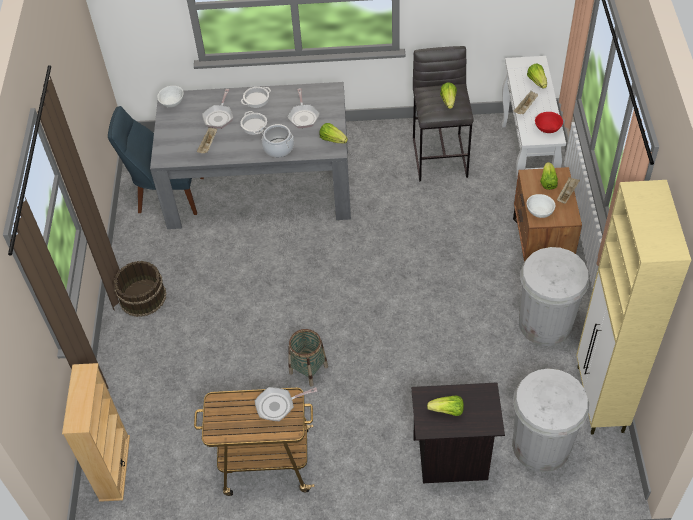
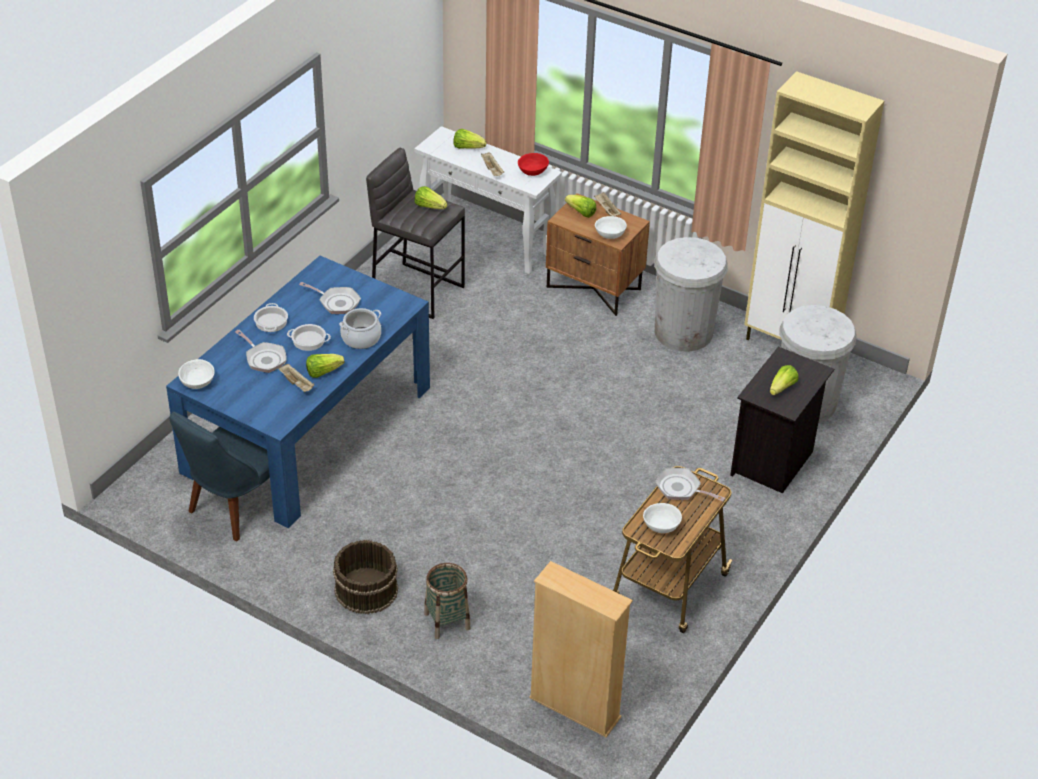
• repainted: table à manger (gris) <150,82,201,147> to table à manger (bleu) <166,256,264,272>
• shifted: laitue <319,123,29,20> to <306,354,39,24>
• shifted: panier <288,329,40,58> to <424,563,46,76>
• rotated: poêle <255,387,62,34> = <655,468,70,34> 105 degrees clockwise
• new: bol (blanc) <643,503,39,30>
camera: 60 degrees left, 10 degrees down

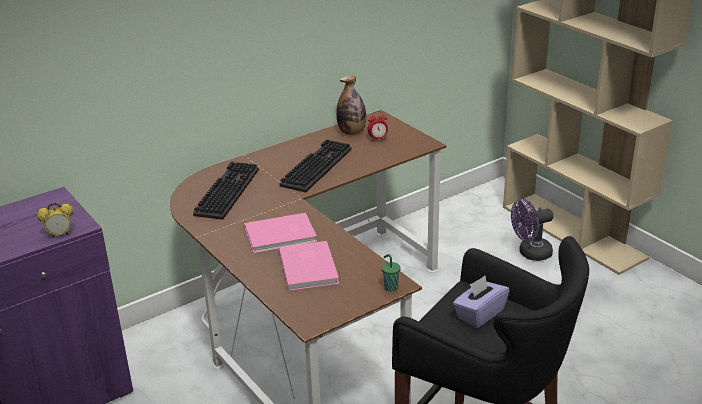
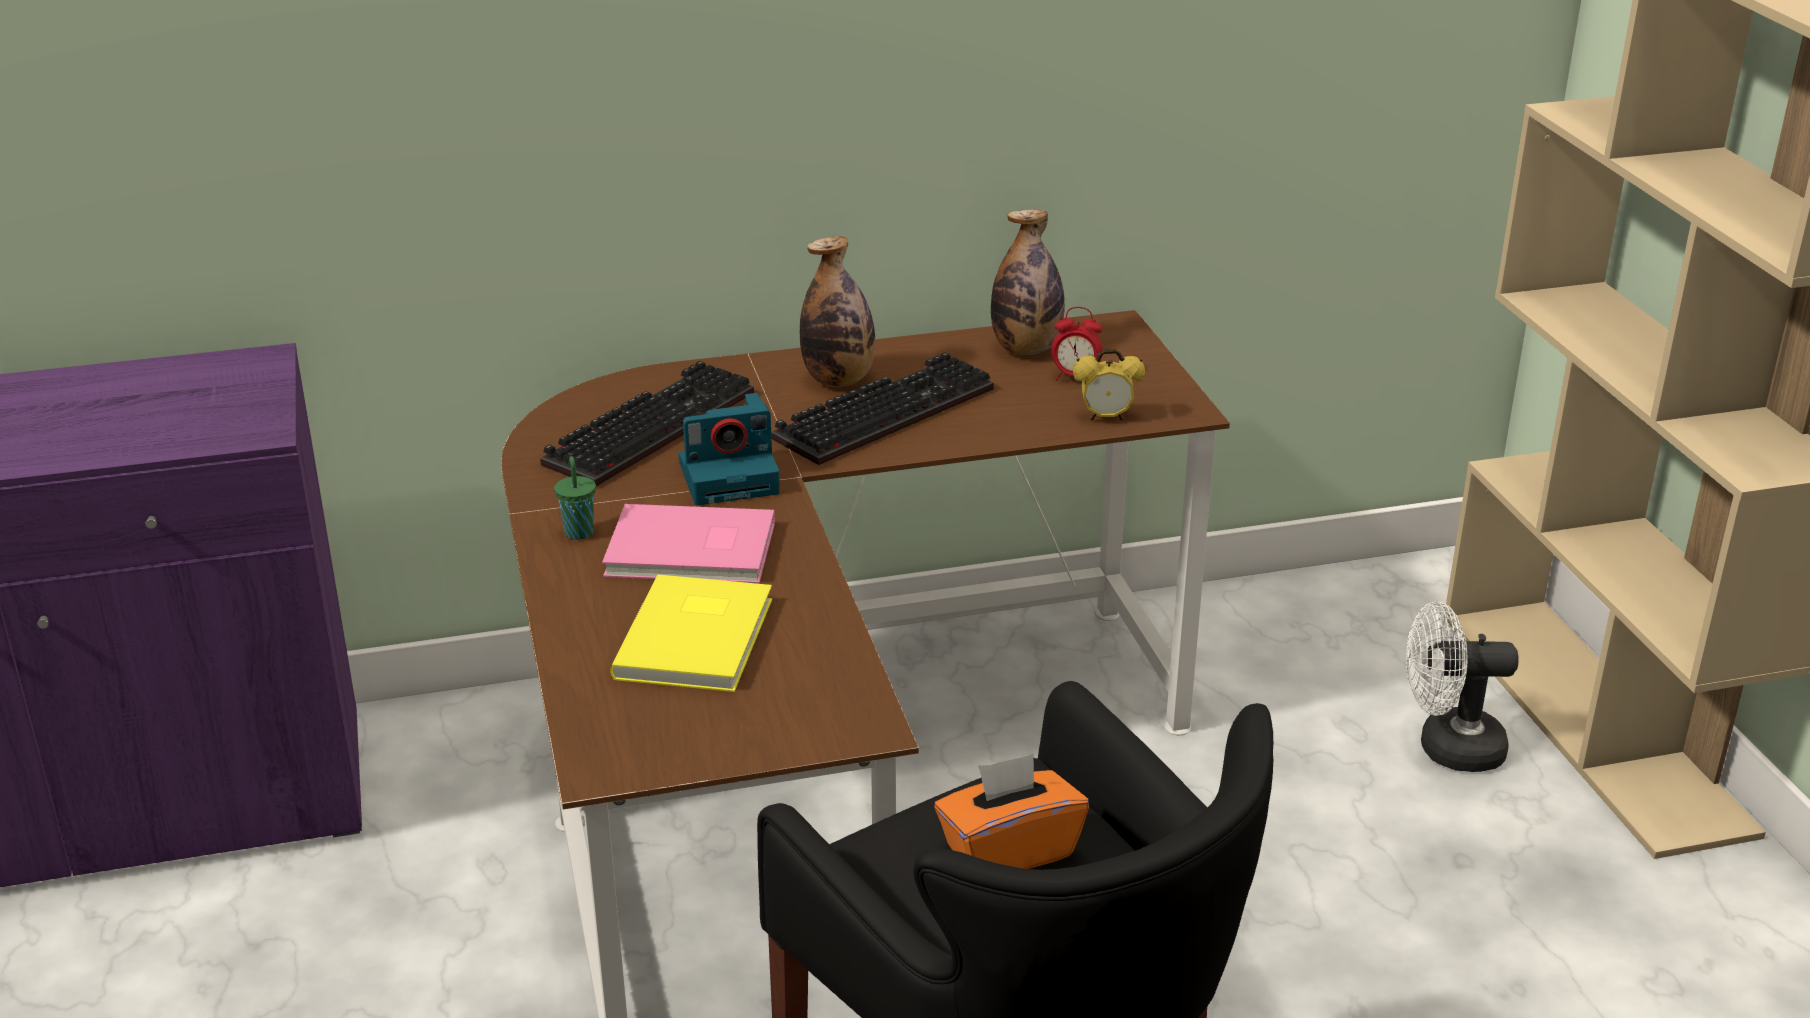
• repainted: ventilateur (violet) <511,199,43,62> to ventilateur (blanc) <1406,601,113,171>
• shifted: réveil <37,202,37,36> to <1073,349,72,72>
• repainted: livre (rose) <279,241,60,50> to livre (jaune) <610,575,162,117>
• shifted: tasse (vert) <382,254,19,37> to <554,456,42,84>
• repainted: boîte à mouchoirs (violet) <453,275,57,53> to boîte à mouchoirs (orange) <934,753,155,116>
• new: bouteille <800,236,75,150>
• new: appareil photo <678,393,102,112>
camera: 20 degrees right, 0 degrees up

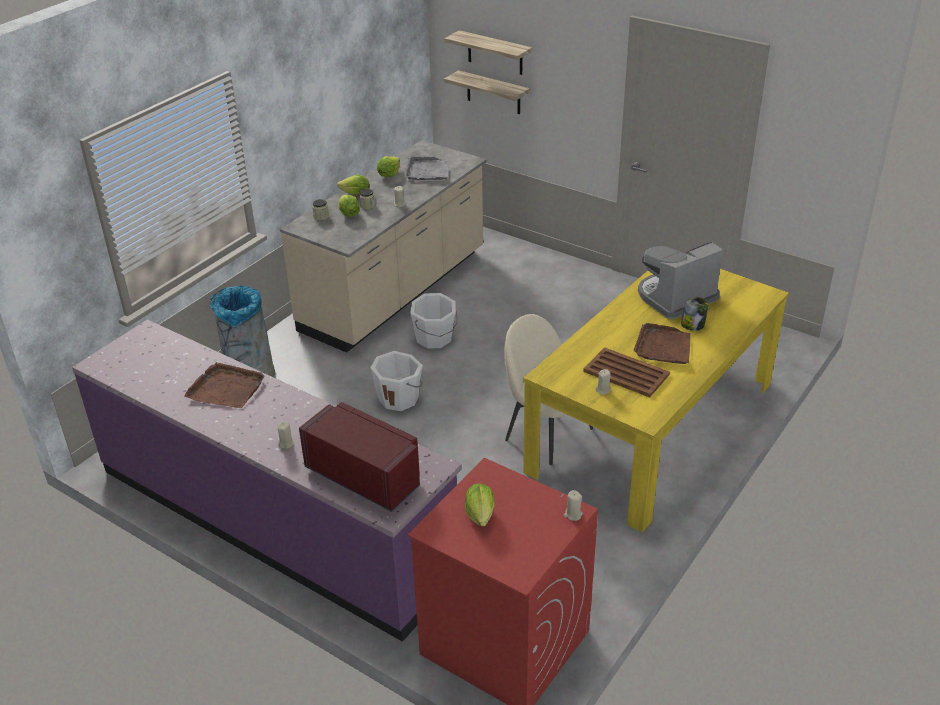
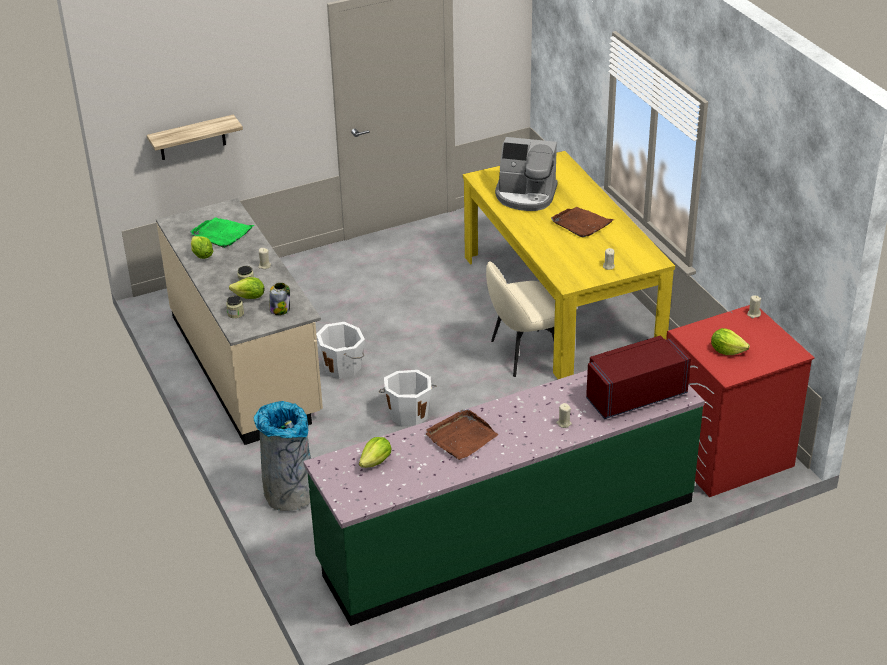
• gone: étagère <444,30,88,45>
• repainted: plateau (gris) <404,156,44,24> to plateau (vert) <190,217,64,31>
• shifted: laitue <337,175,33,20> to <359,437,33,31>
• rotated: machine à café <638,241,85,78> = <495,137,63,74> 75 degrees counterclockwise
• shifted: bocal <681,297,28,34> to <270,283,20,32>
• repainted: comptoir de cuisine (violet) <72,320,390,322> to comptoir de cuisine (vert) <303,370,402,256>
• gone: plateau (marron) <583,347,87,50>
camera: 60 degrees left, 0 degrees up

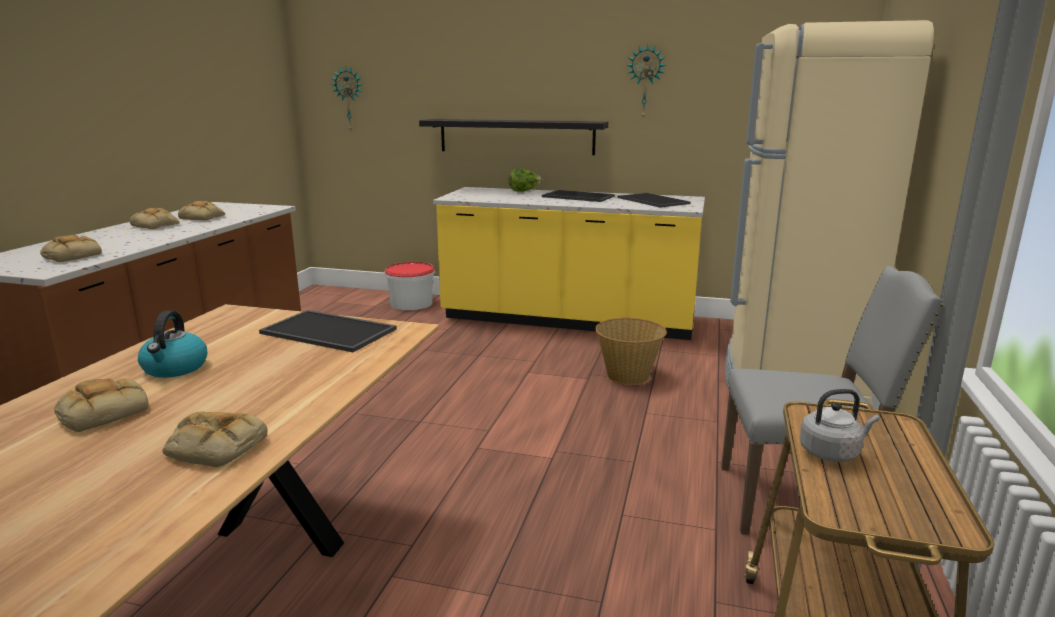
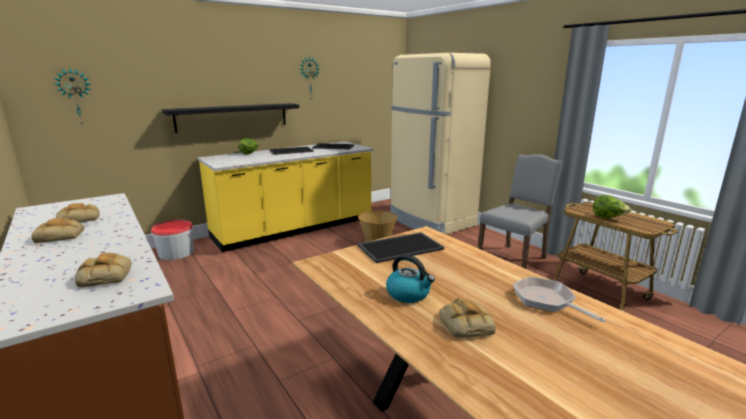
• swapped: bouilloire (gris) <800,389,79,73> to laitue <593,195,38,23>
• swapped: pain <162,411,106,56> to poêle <513,277,93,45>
camera: 50 degrees left, 0 degrees up

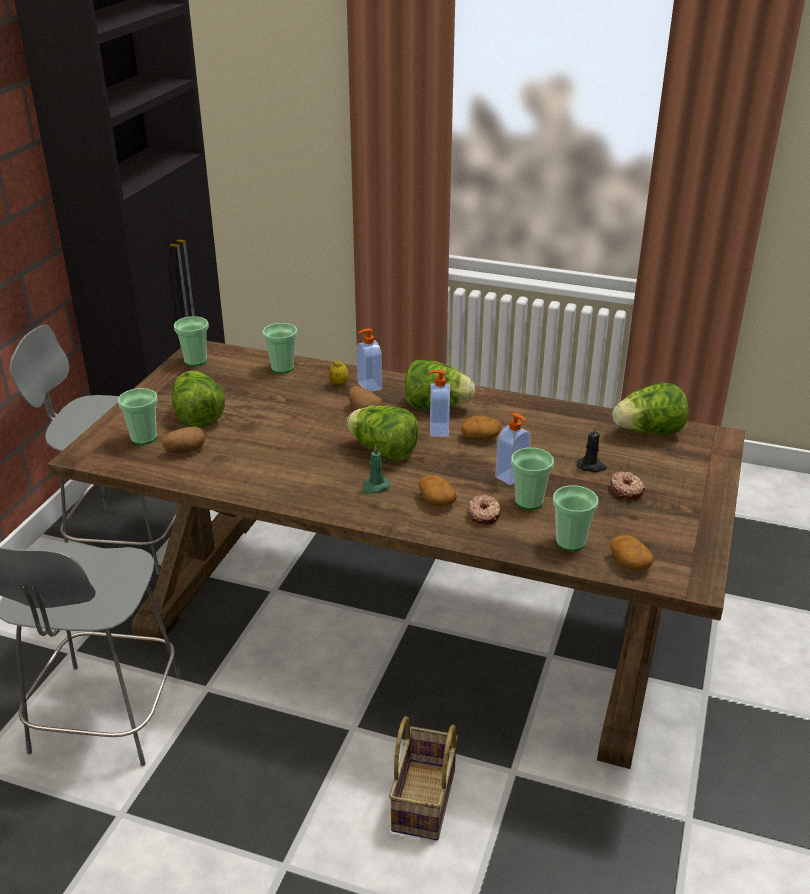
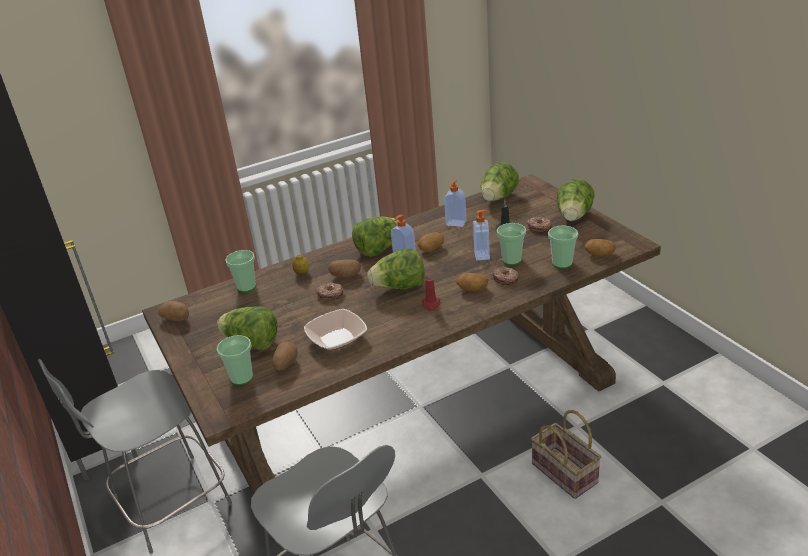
• swapped: tasse <174,316,35,50> to pomme de terre <158,301,31,20>
• shifted: distributeur de savon <357,328,25,64> to <444,180,23,47>
• repainted: bougie (vert) <363,445,28,49> to bougie (rouge) <422,273,18,38>
• new: laitue <557,179,37,42>
• new: beignet <316,282,27,18>
• new: bol <304,309,63,41>
camera: 45 degrees left, 0 degrees up

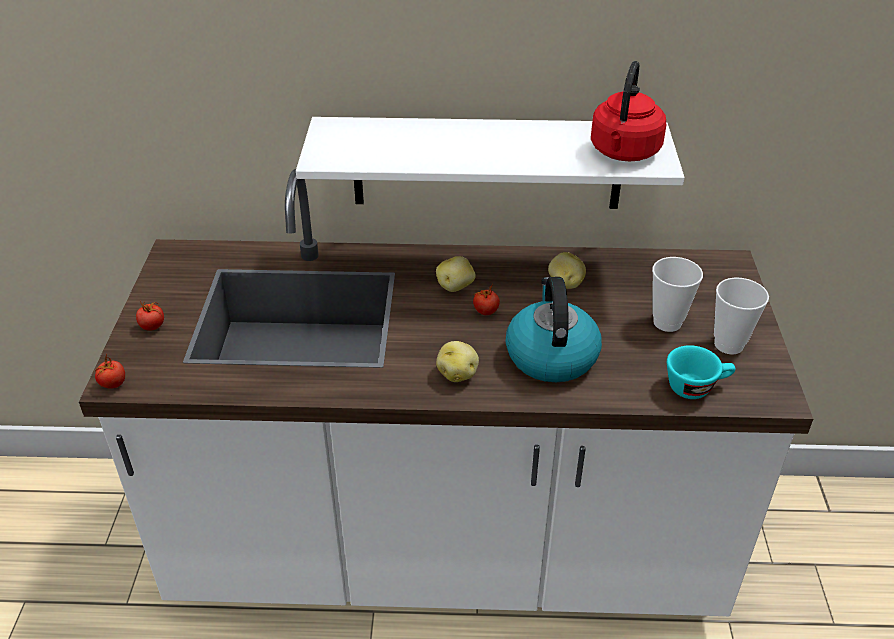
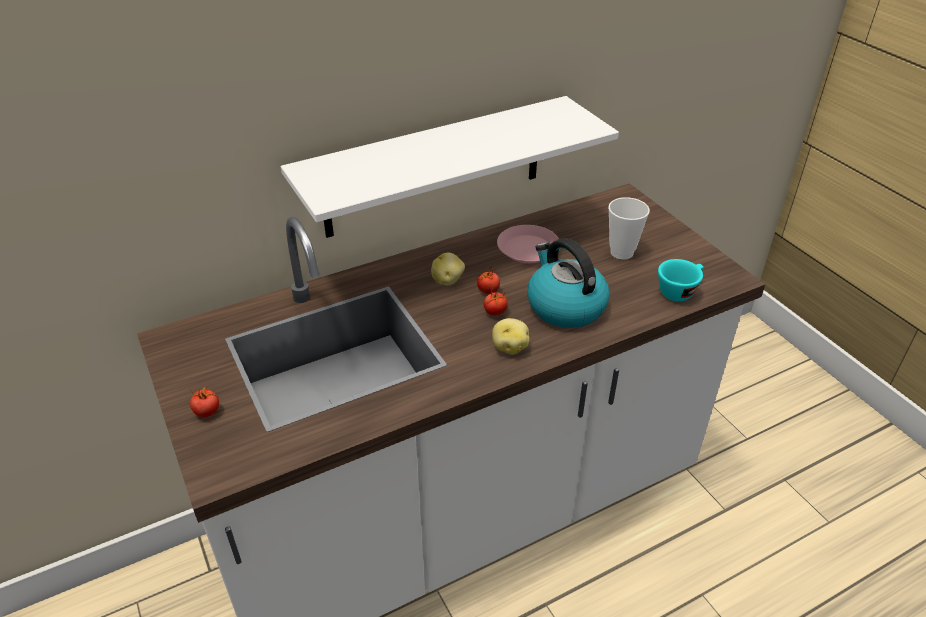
• gone: bouilloire (rouge) <591,61,75,100>
• swapped: pomme de terre <548,252,38,37> to assiette (rose) <497,225,62,38>
• gone: tasse <714,277,55,77>
• shifted: tomate <95,353,30,36> to <484,289,24,27>
camera: 30 degrees left, 0 degrees up

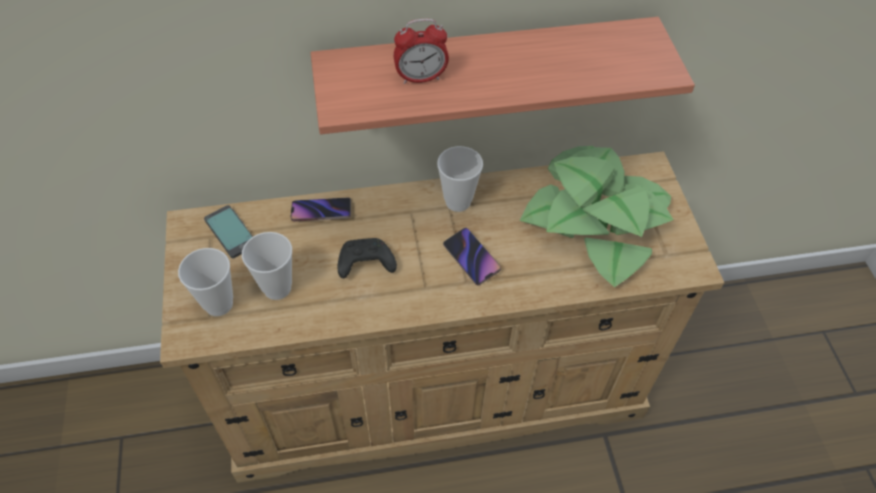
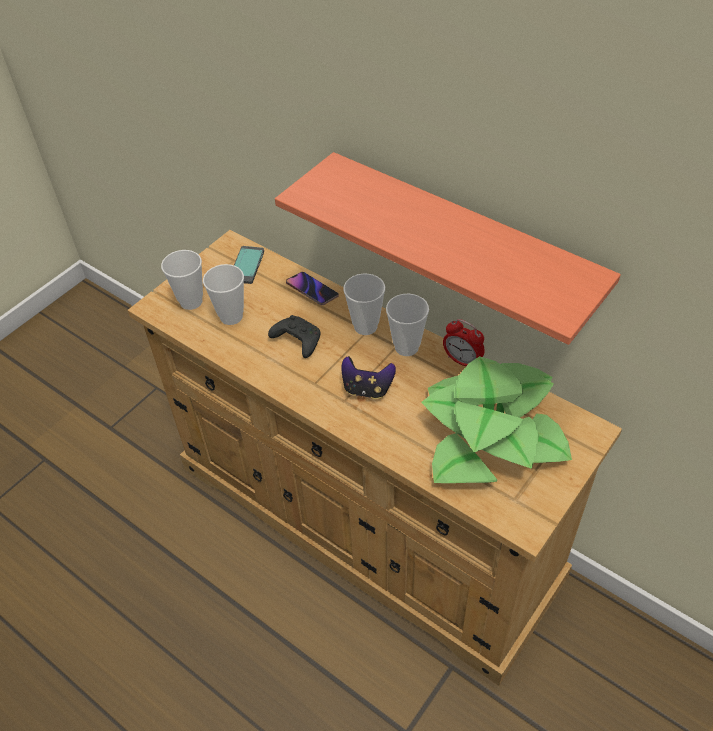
• shifted: réveil <394,19,55,65> to <443,319,42,47>
• swapped: téléphone <443,228,58,57> to manette <342,356,54,43>
• new: tasse <343,274,42,61>
camera: 50 degrees right, 5 degrees down

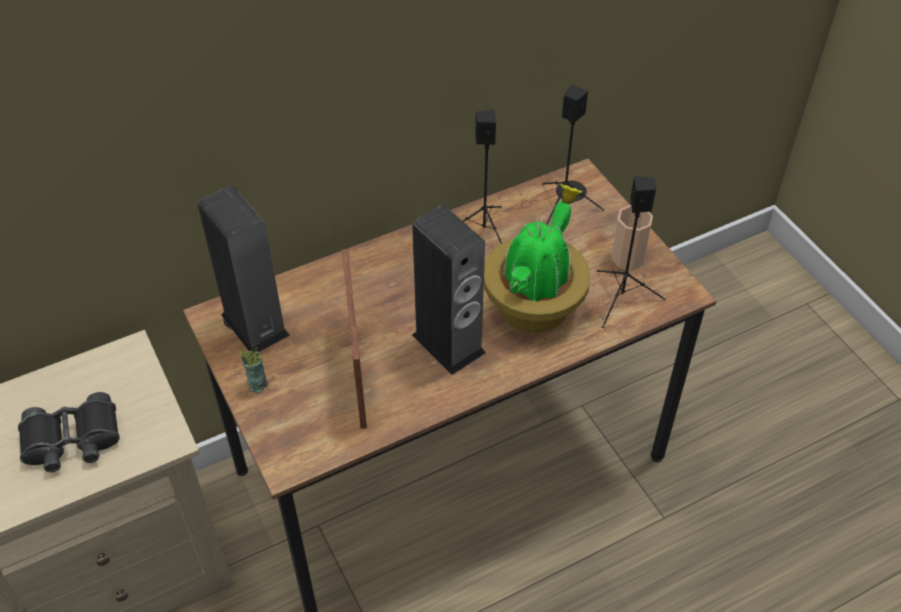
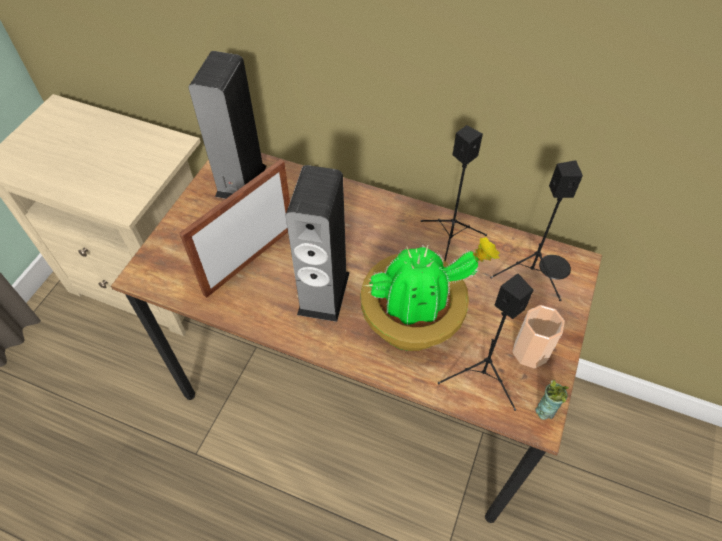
• shifted: tasse <240,347,27,46> to <536,380,33,40>
• gone: jumelles (noir) <18,392,102,80>
camera: 50 degrees right, 5 degrees up

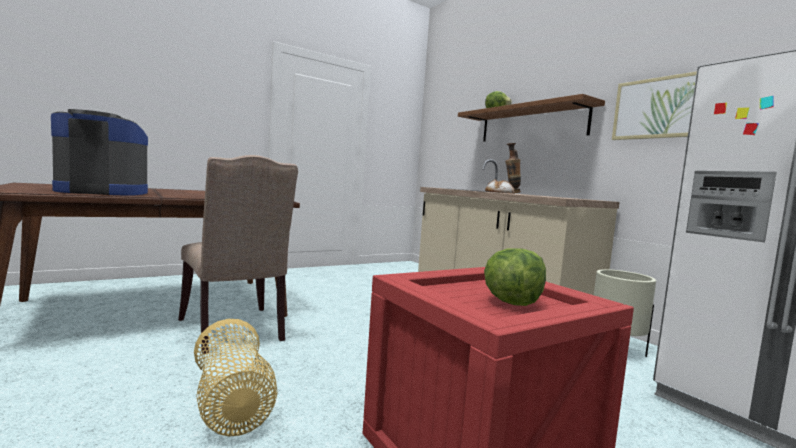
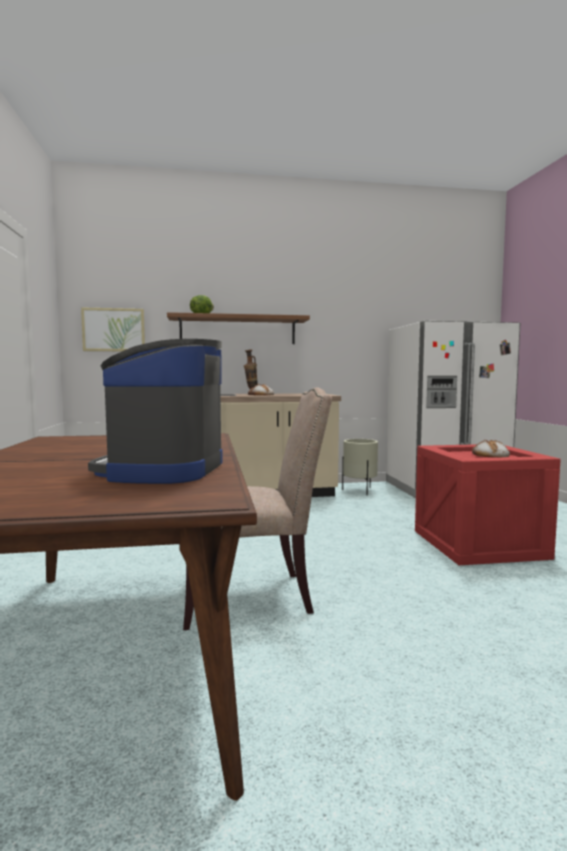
• shifted: tableau <612,71,85,69> to <81,307,64,44>
• swapped: laitue <484,248,62,58> to pain <472,440,38,18>
• gone: panier <194,319,84,117>
camera: 65 degrees left, 0 degrees up

